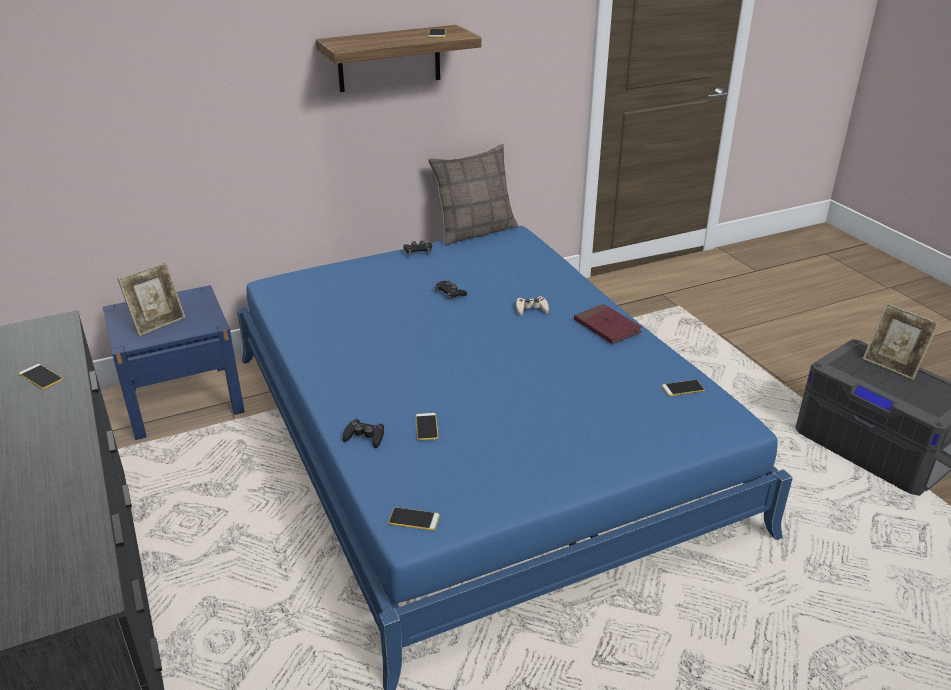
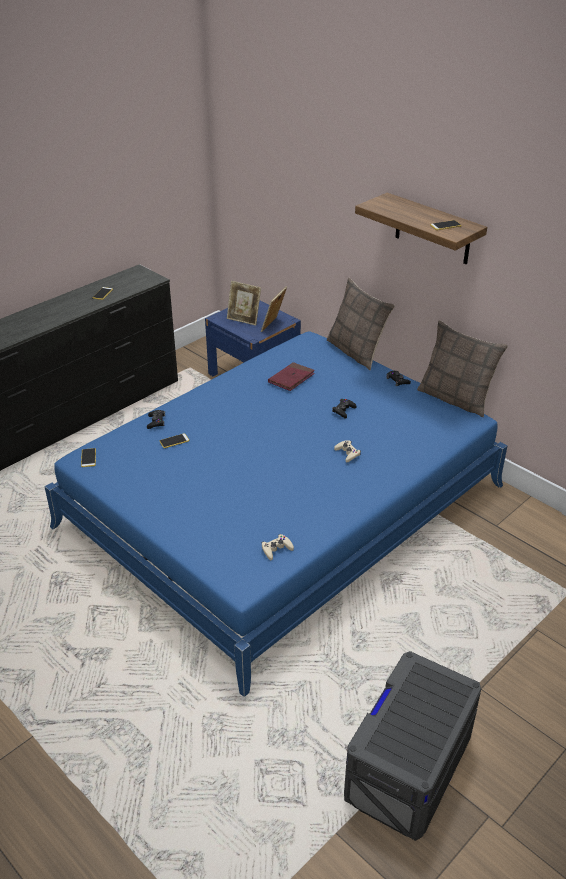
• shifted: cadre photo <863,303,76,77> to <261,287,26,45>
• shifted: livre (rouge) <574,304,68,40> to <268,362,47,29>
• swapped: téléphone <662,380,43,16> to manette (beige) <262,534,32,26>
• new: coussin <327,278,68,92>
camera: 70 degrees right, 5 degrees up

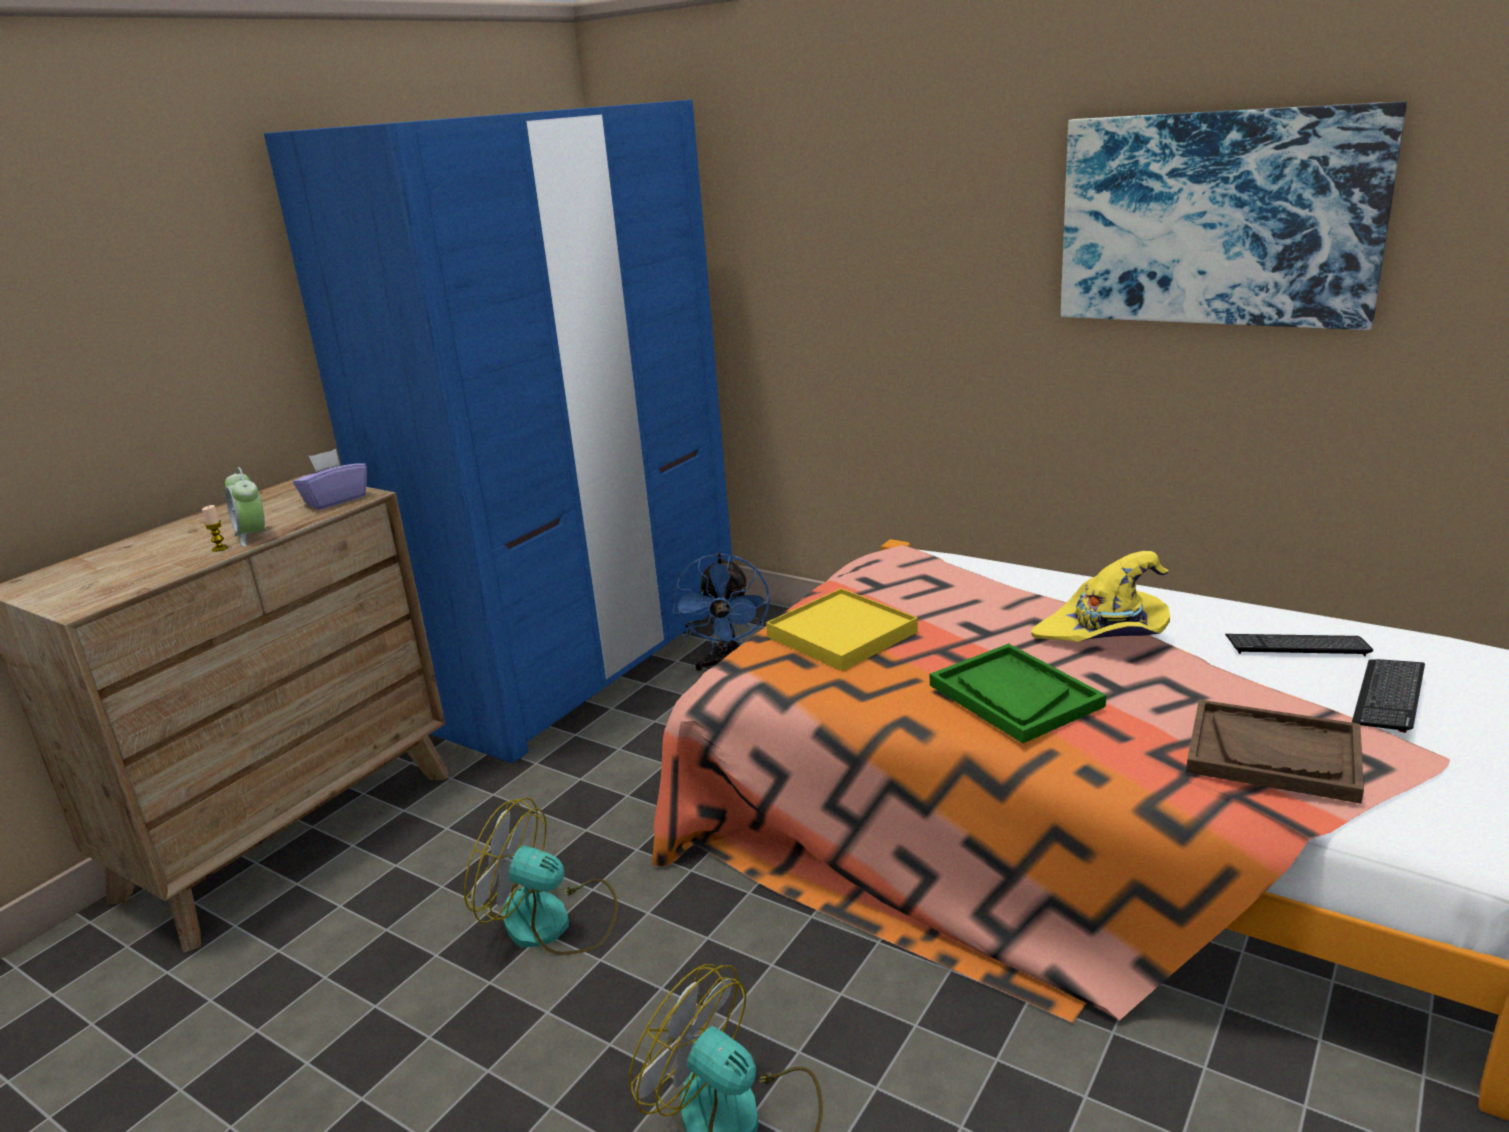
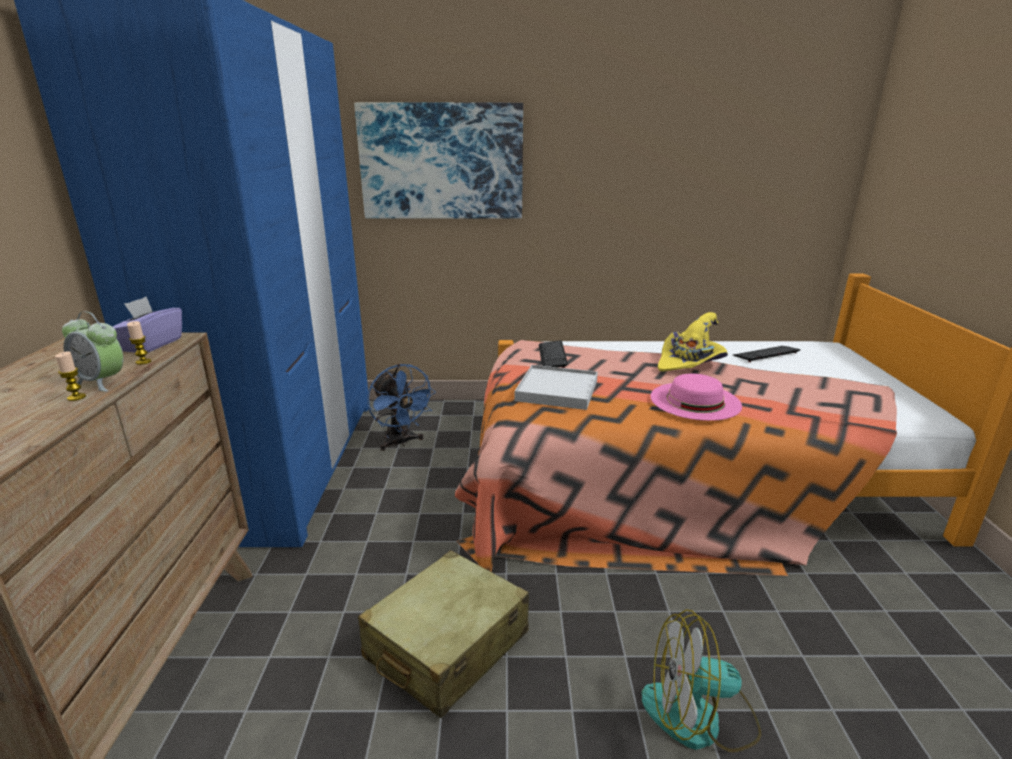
• shifted: tableau <1061,101,346,229> to <354,103,169,116>
• repainted: plateau (jaune) <766,588,152,83> to plateau (blanc) <515,365,83,45>
• swapped: plateau (vert) <930,643,176,100> to chapeau (rose) <650,374,92,47>
• shifted: clavier <1352,659,73,74> to <539,340,29,28>
• gone: plateau (marron) <1186,700,178,104>
• swapped: ventilateur <464,797,154,158> to valise (beige) <358,550,171,168>
• new: bougie <127,321,24,44>
camera: 35 degrees left, 0 degrees up

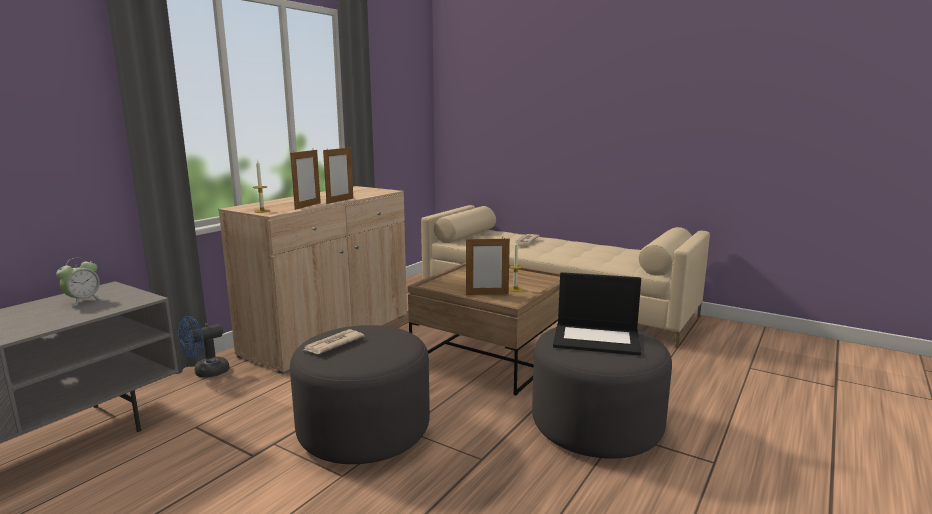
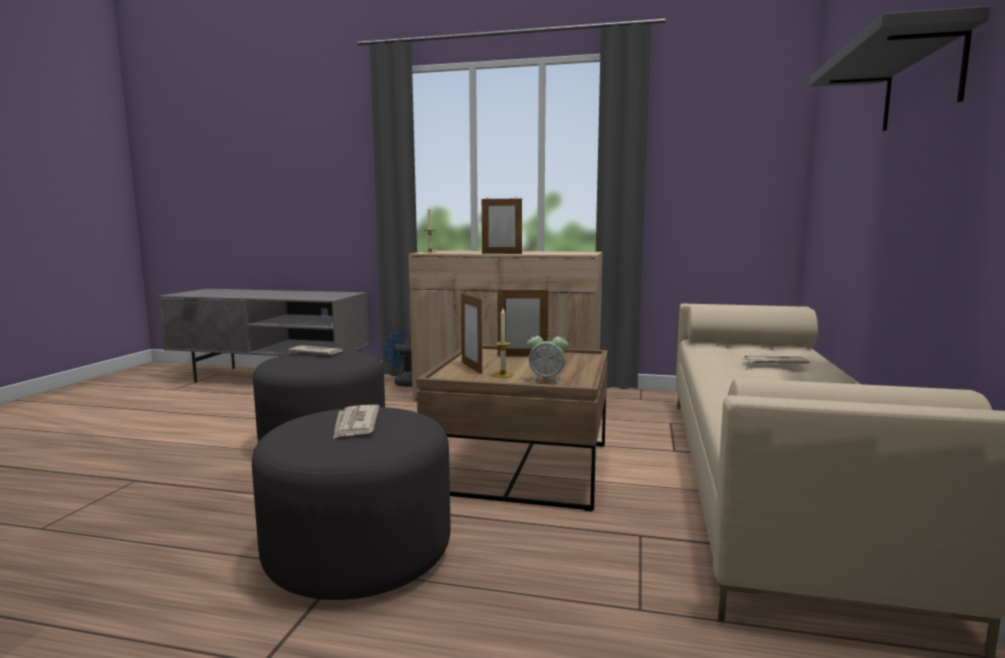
• shifted: cadre photo <290,148,31,62> to <497,289,52,68>
• shifted: réveil <56,258,47,49> to <527,330,41,54>
• swapped: ordinateur portable <553,272,88,84> to journal <333,405,47,34>
• new: étagère (gris) <809,6,181,125>
camera: 70 degrees right, 5 degrees down

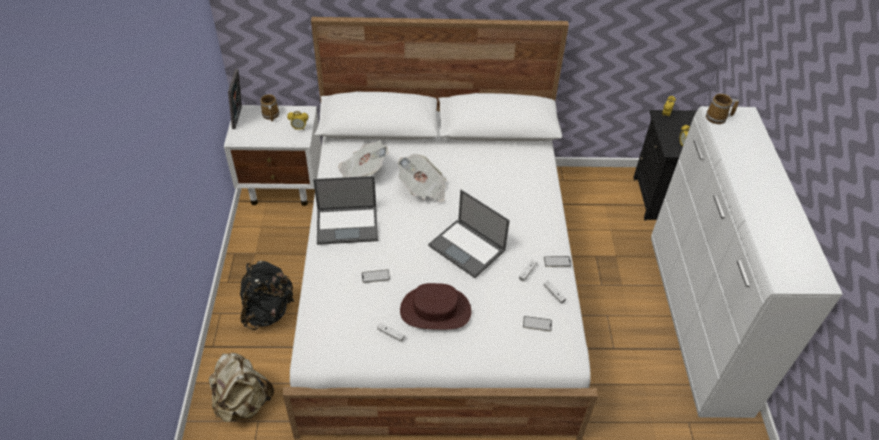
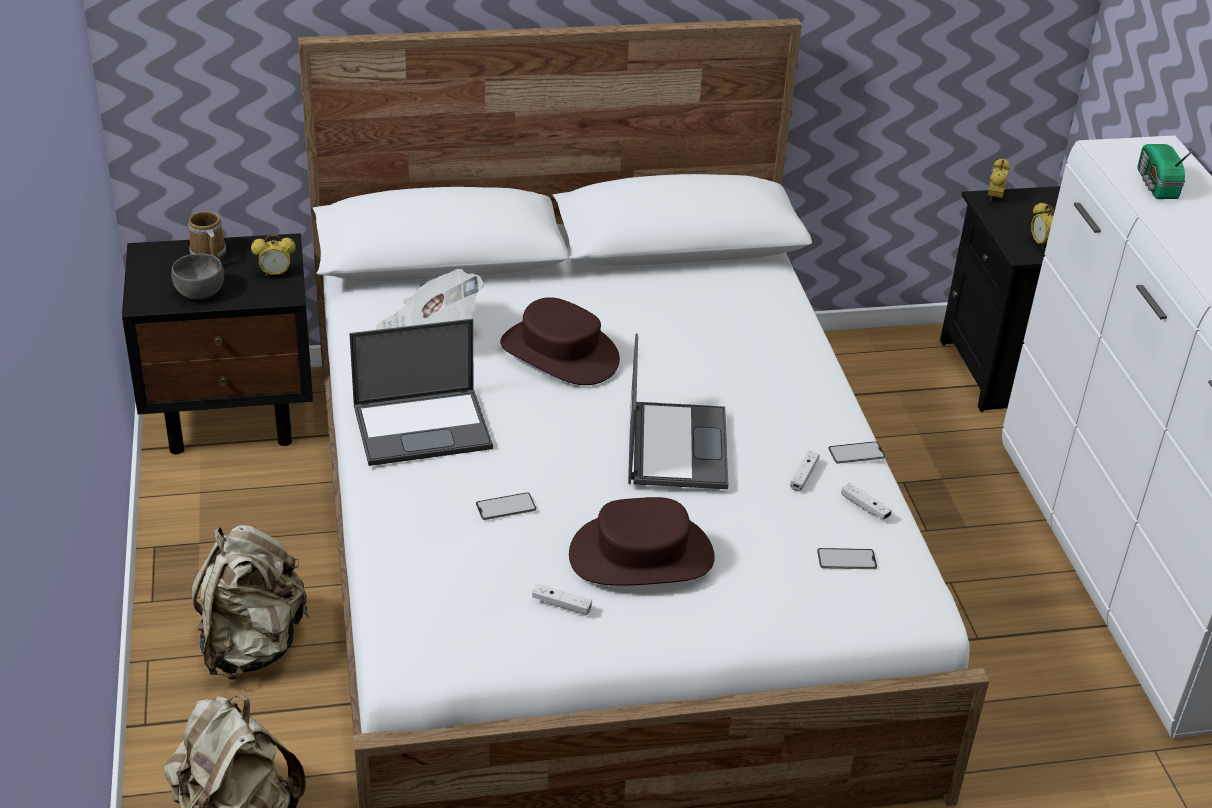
• gone: cadre photo <228,69,14,60>
• gone: mug <706,94,33,30>
• repainted: table de chevet (blanc) <224,105,97,101> to table de chevet (noir) <122,233,191,221>
• swapped: journal <398,154,49,48> to chapeau (marron) <500,297,120,88>
• rotated: ordinateur portable <428,190,82,88> = <628,333,100,156> 120 degrees counterclockwise
• repainted: sac à dos (noir) <240,261,55,69> to sac à dos (beige) <191,525,119,155>
• new: radio <1137,144,61,55>
• new: bol (gris) <171,254,53,45>
camera: 10 degrees left, 10 degrees down

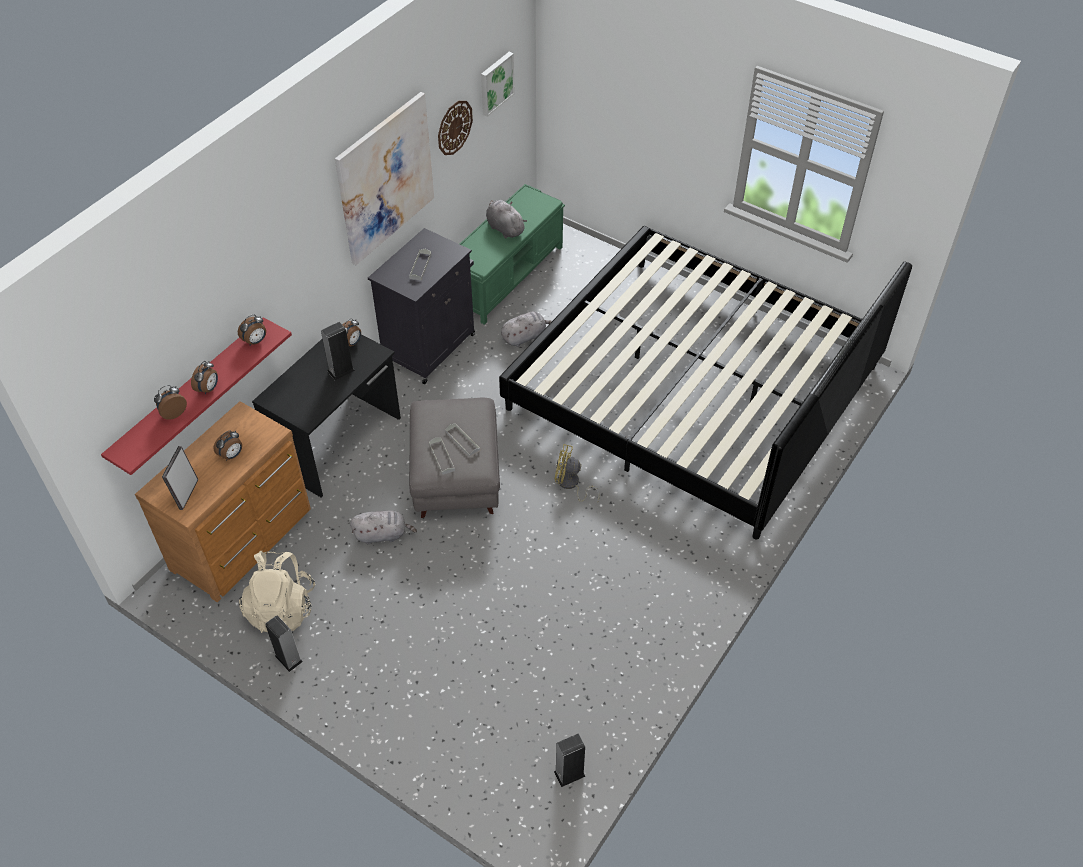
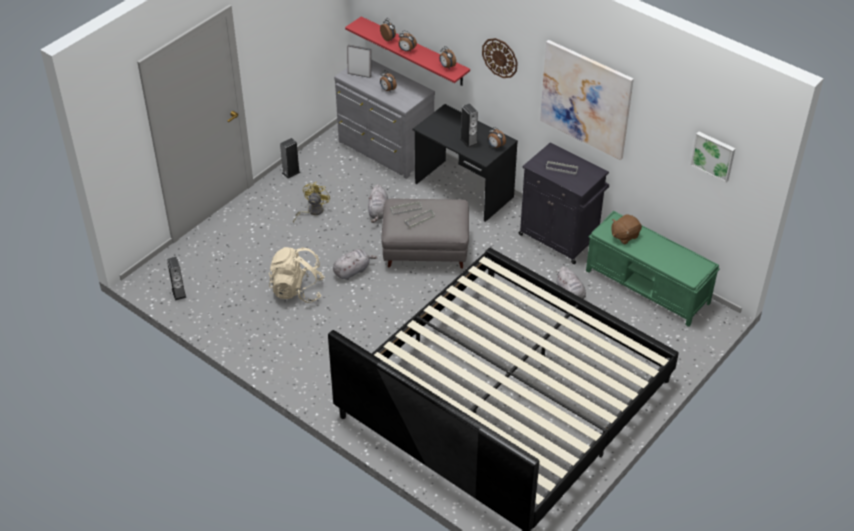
• shifted: horloge murale <438,101,35,54> to <482,38,36,40>
• shifted: peluche (gris) <486,200,41,38> to <333,249,45,31>
• repainted: commode (marron) <135,401,176,201> to commode (gris) <334,59,101,120>
• shifted: ventilateur (jaune) <555,444,45,59> to <293,182,37,40>
• shifted: sac à dos (beige) <239,551,77,82> to <269,247,56,56>
• new: peluche (marron) <611,214,31,30>
camera: 95 degrees right, 5 degrees down

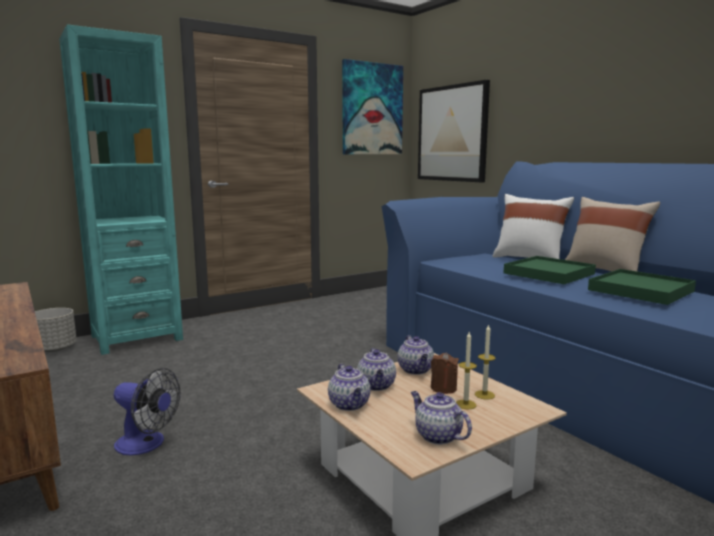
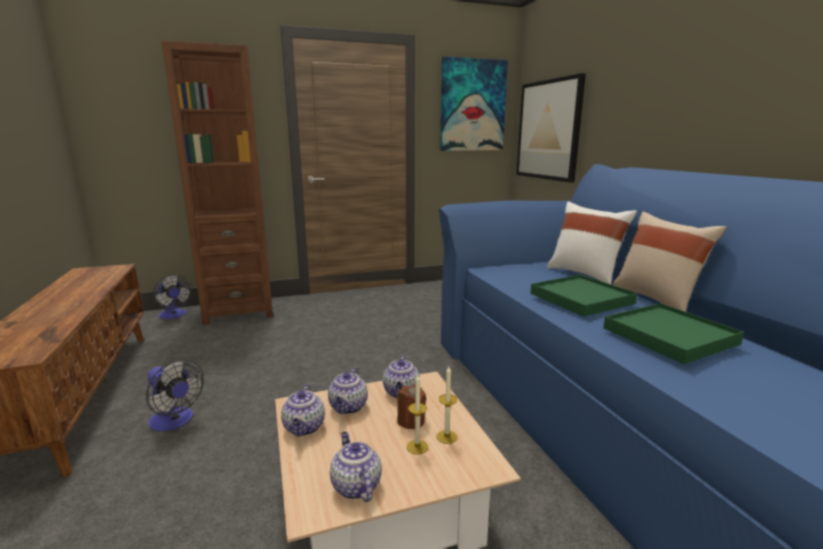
• repainted: bibliothèque (turquoise) <59,24,124,331> to bibliothèque (marron) <161,40,112,285>
• swapped: cache-pot (gris) <35,308,42,44> to ventilateur <153,274,39,45>
camera: 15 degrees right, 5 degrees up

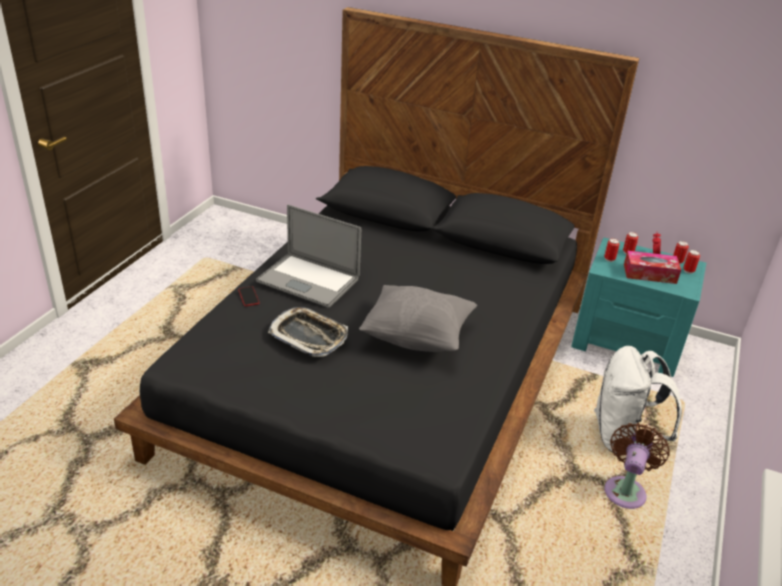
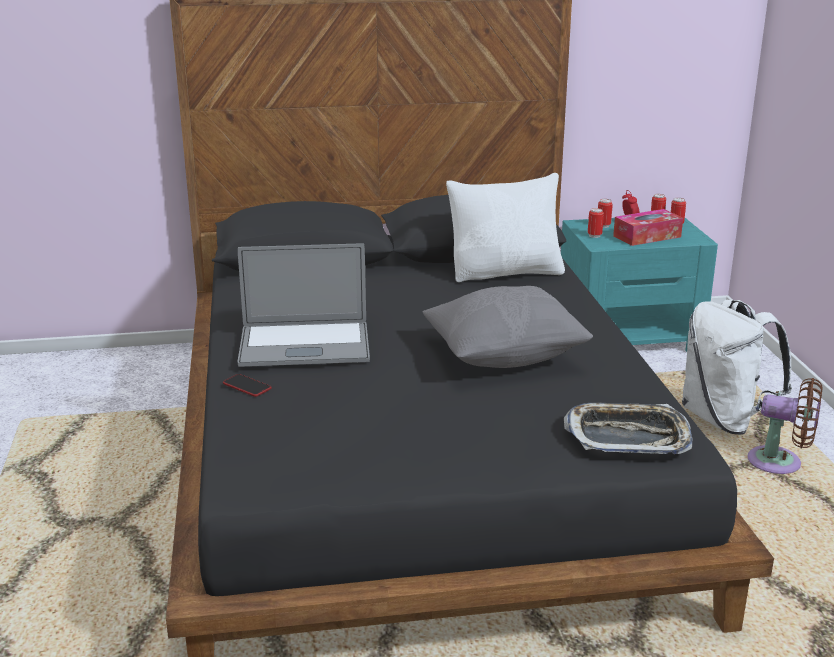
• shifted: plateau <268,307,80,50> to <564,403,129,51>
• rotated: ventilateur (marron) <604,423,66,86> = <747,378,75,96> 120 degrees clockwise
• new: coussin (blanc) <446,173,119,109>
camera: 30 degrees left, 10 degrees down

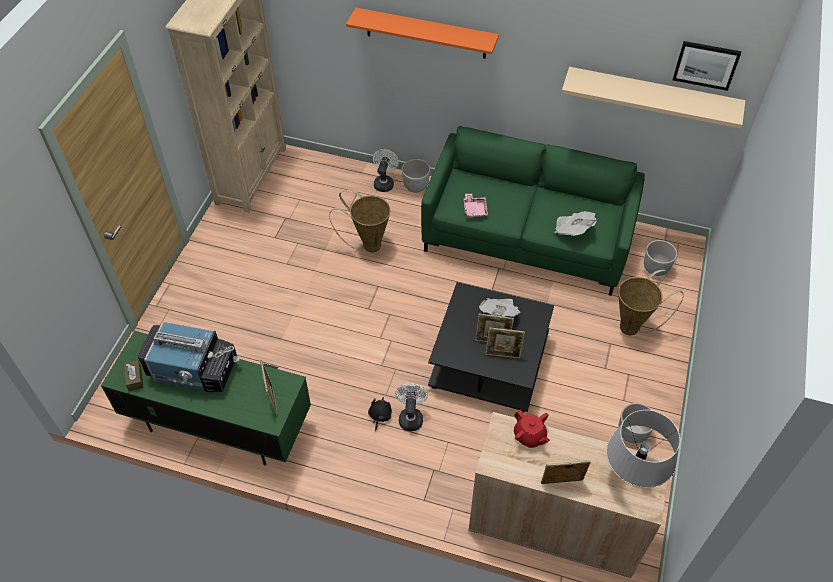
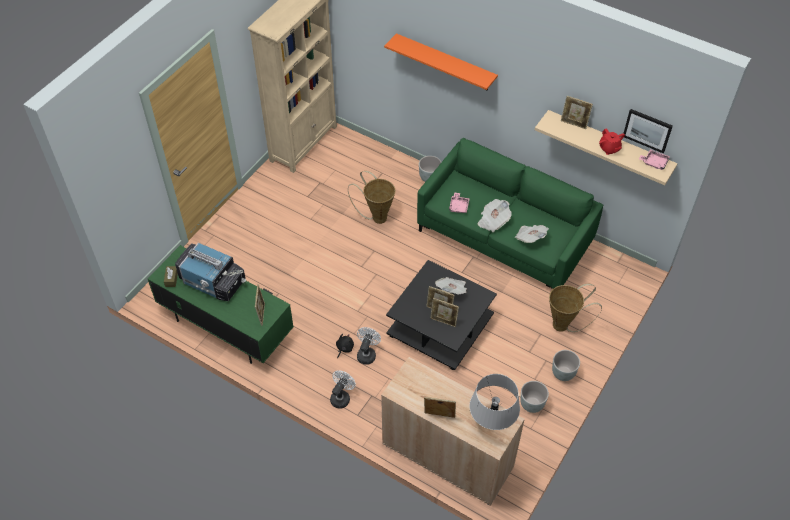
• shifted: ventilateur (blanc) <373,149,26,43> to <330,370,26,39>
• shifted: cache-pot (gris) <644,240,33,36> to <552,350,28,31>
• shifted: théière (rouge) <514,410,36,38> to <599,128,26,27>
• new: cadre photo <561,96,32,33>
• new: plateau (rose) <639,149,31,21>
• new: journal <478,199,34,33>
camera: 15 degrees right, 0 degrees up

